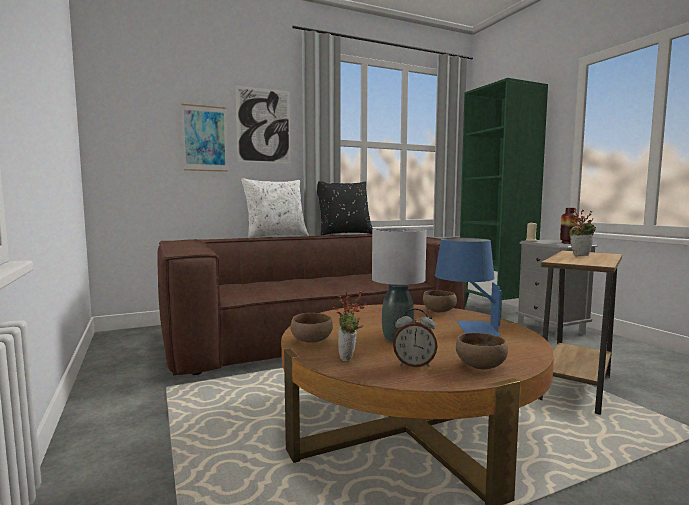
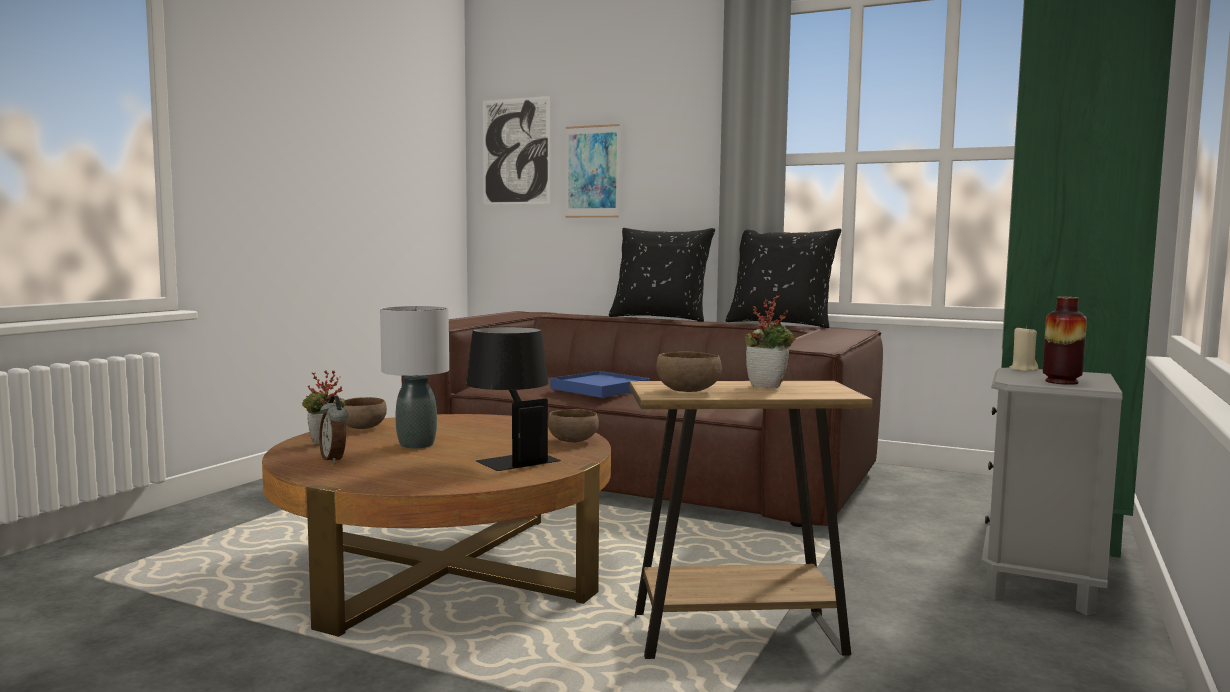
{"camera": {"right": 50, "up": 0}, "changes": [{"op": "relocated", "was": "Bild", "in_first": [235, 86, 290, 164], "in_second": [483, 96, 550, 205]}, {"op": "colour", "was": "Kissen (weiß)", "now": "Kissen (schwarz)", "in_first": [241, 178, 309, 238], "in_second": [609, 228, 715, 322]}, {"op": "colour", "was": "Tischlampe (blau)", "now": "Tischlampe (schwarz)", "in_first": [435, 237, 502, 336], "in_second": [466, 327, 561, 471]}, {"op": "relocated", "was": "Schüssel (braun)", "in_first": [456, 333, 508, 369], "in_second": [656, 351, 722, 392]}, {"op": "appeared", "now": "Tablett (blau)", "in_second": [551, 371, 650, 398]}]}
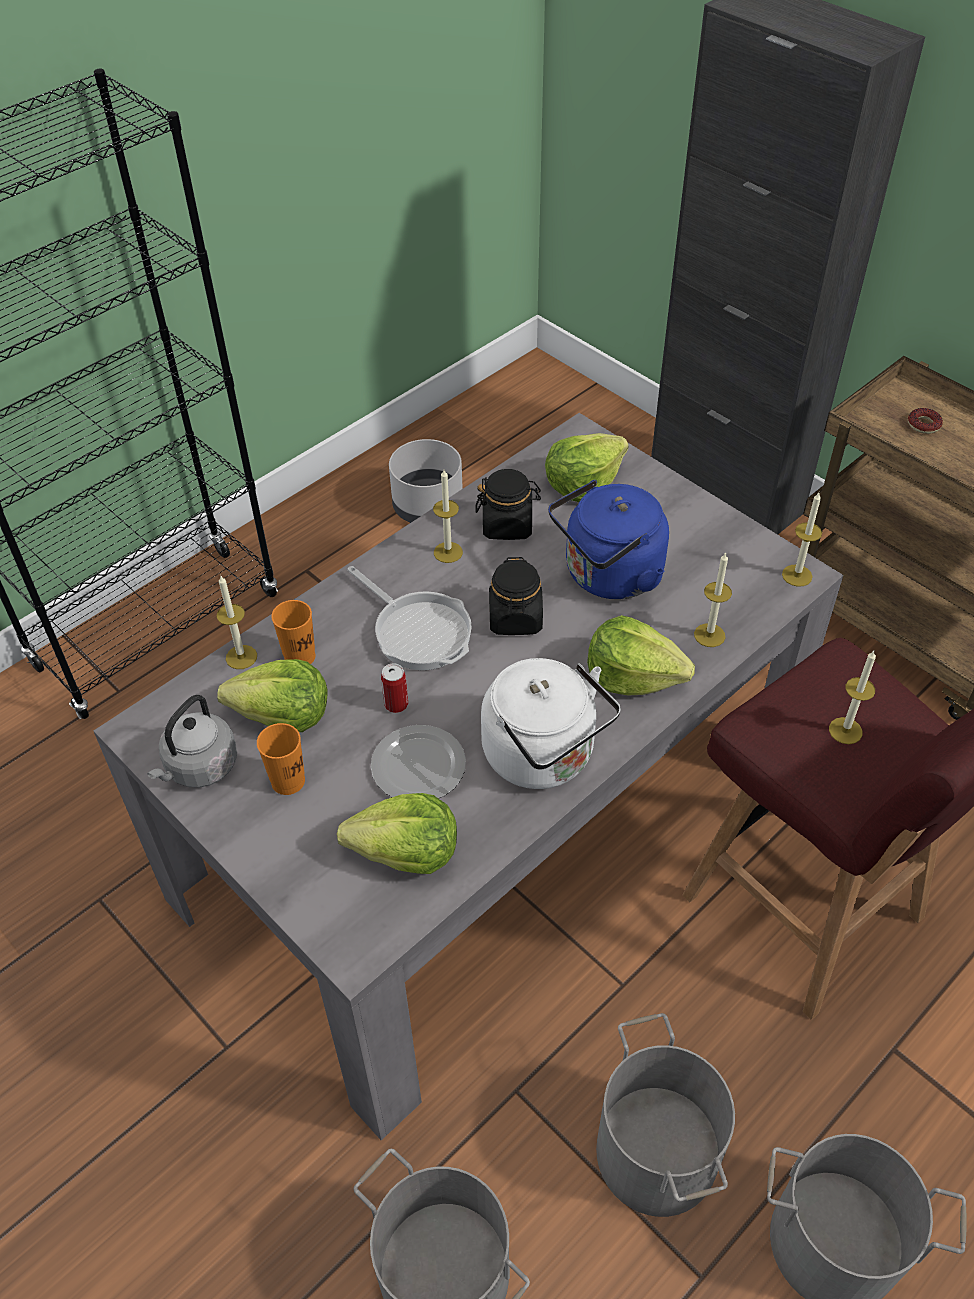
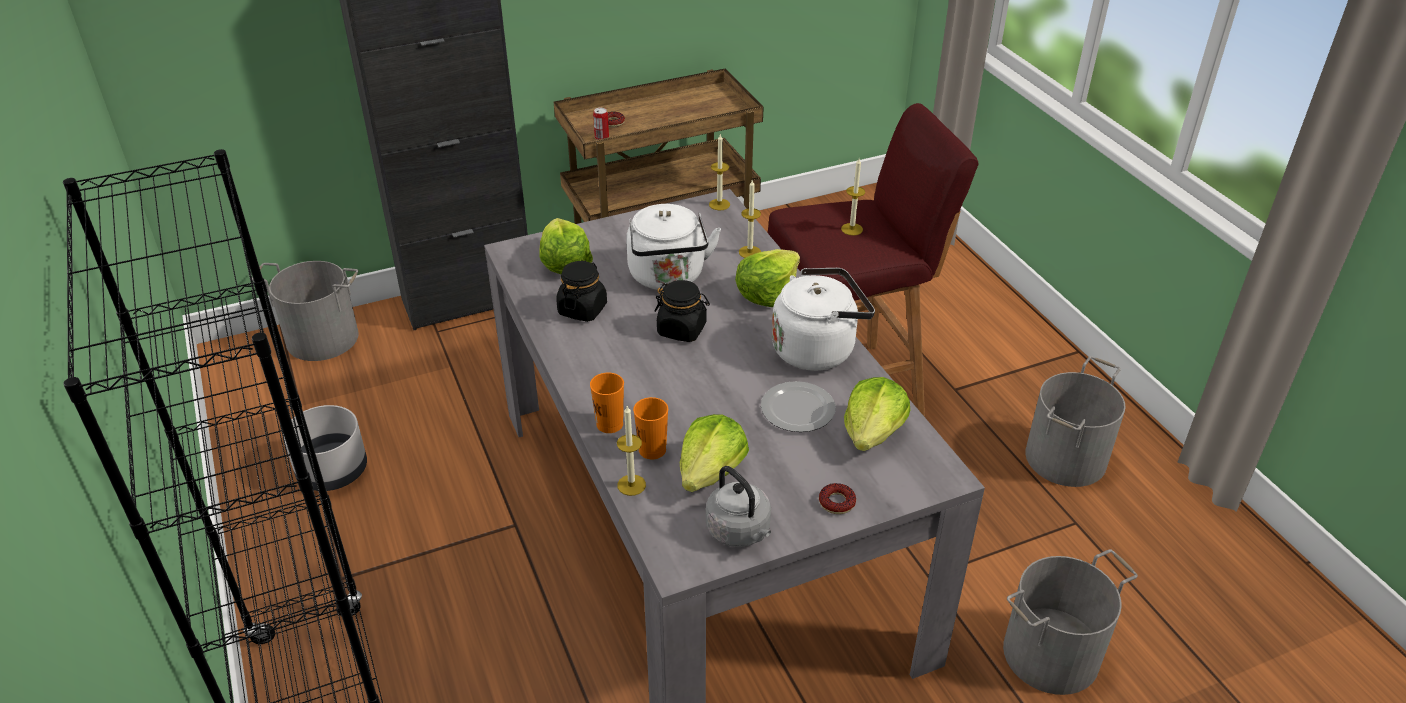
{"camera": {"right": -70, "up": -10}, "changes": [{"op": "relocated", "was": "Tasse (orange)", "in_first": [257, 723, 305, 795], "in_second": [590, 373, 624, 433]}, {"op": "missing", "was": "Pfanne", "in_first": [347, 566, 472, 670]}, {"op": "relocated", "was": "Dose", "in_first": [381, 663, 408, 713], "in_second": [593, 108, 609, 140]}, {"op": "missing", "was": "Kerze", "in_first": [433, 470, 463, 563]}, {"op": "colour", "was": "Wasserkessel (blau)", "now": "Wasserkessel (weiß)", "in_first": [548, 480, 669, 599], "in_second": [626, 204, 721, 290]}, {"op": "relocated", "was": "Eimer (grau)", "in_first": [596, 1013, 735, 1217], "in_second": [252, 261, 359, 361]}, {"op": "appeared", "now": "Donut", "in_second": [819, 483, 856, 514]}]}
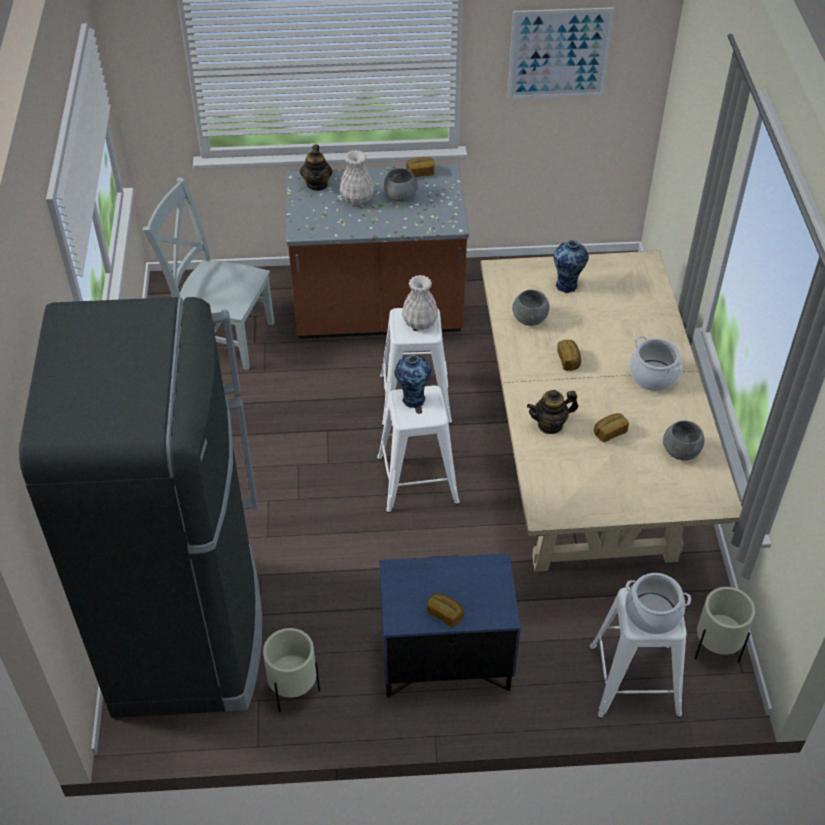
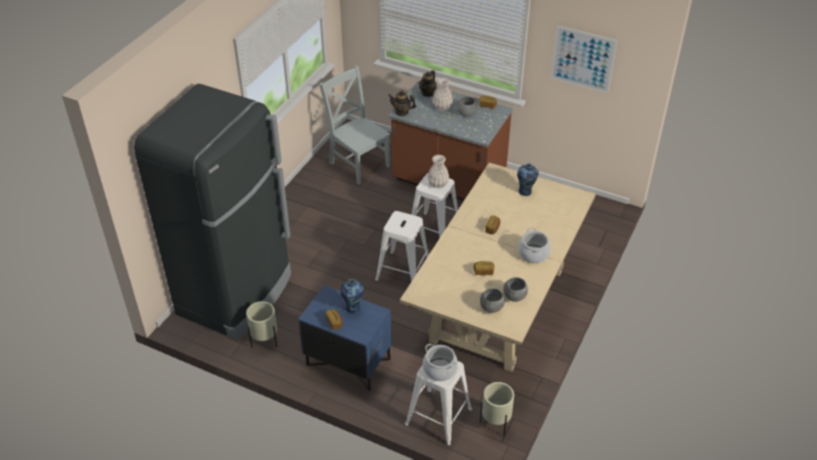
{"camera": {"right": 30, "up": -5}, "changes": [{"op": "relocated", "was": "Vase", "in_first": [394, 355, 431, 408], "in_second": [341, 279, 364, 313]}, {"op": "relocated", "was": "Schüssel (grau)", "in_first": [512, 290, 549, 326], "in_second": [480, 288, 505, 313]}, {"op": "relocated", "was": "Teekanne", "in_first": [527, 390, 578, 434], "in_second": [388, 90, 416, 116]}]}
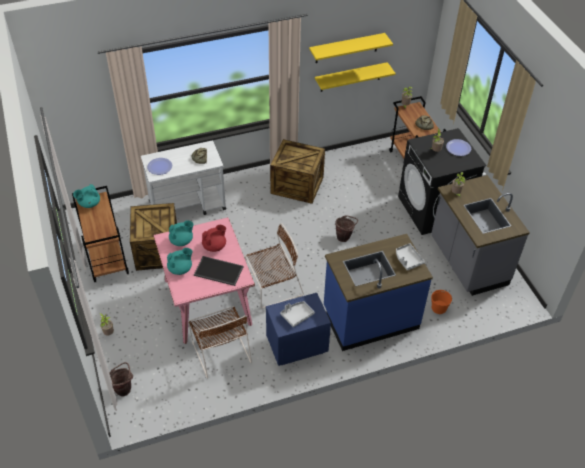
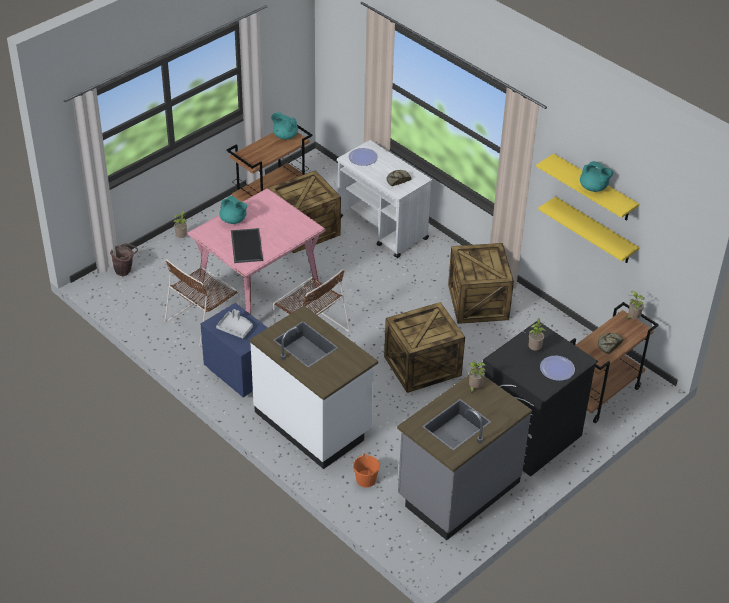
{"camera": {"right": 65, "up": -5}, "changes": [{"op": "relocated", "was": "Teekanne (türkis)", "in_first": [169, 220, 194, 246], "in_second": [580, 161, 613, 192]}, {"op": "missing", "was": "Teekanne (rot)", "in_first": [202, 225, 226, 252]}, {"op": "colour", "was": "Küchenzeile (blau)", "now": "Küchenzeile (weiß)", "in_first": [324, 234, 433, 351], "in_second": [250, 306, 378, 469]}, {"op": "exchanged", "was": "Eimer (braun)", "now": "Kiste", "in_first": [335, 215, 358, 242], "in_second": [384, 302, 465, 393]}, {"op": "missing", "was": "Tablett (grau)", "in_first": [396, 243, 425, 271]}]}
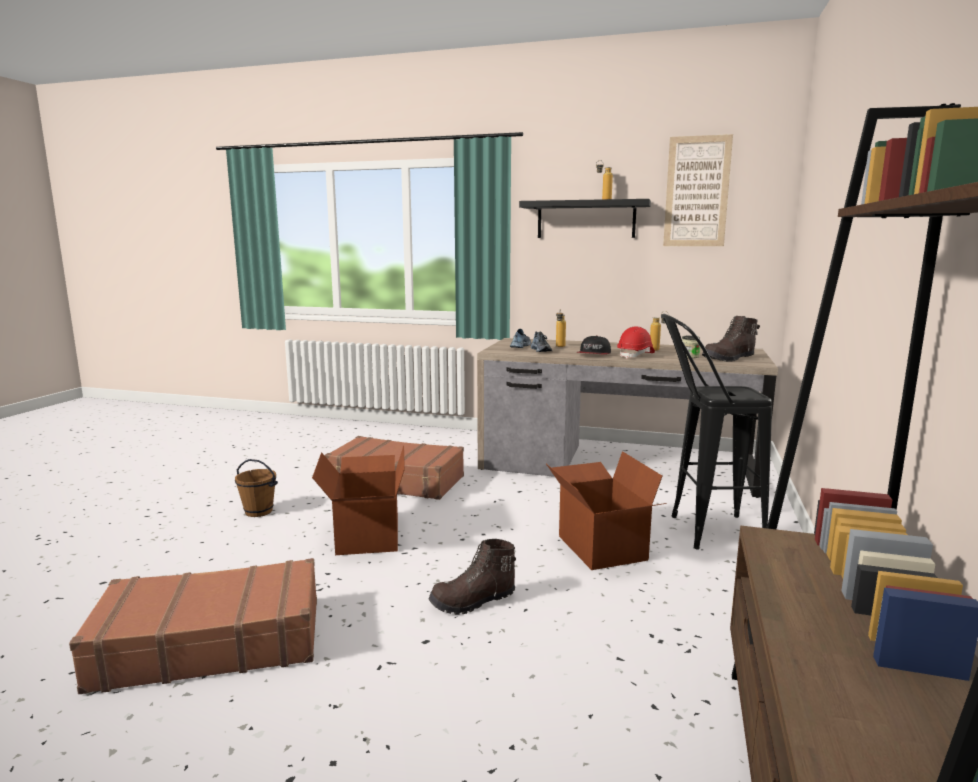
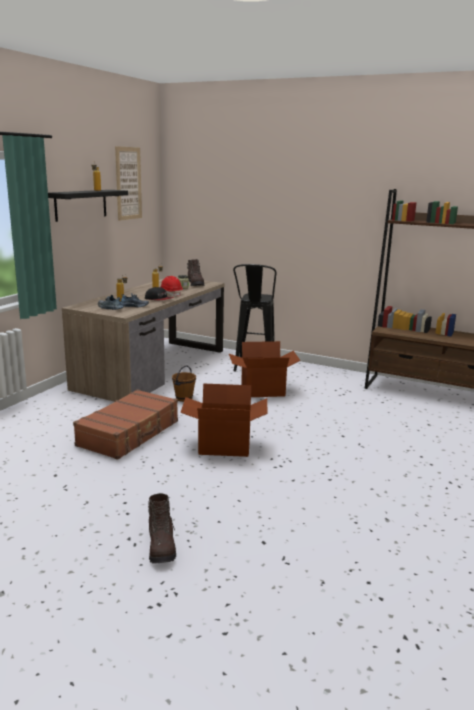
{"camera": {"right": -80, "up": 5}, "changes": [{"op": "missing", "was": "Koffer (braun)", "in_first": [69, 558, 317, 694]}, {"op": "relocated", "was": "Eimer (braun)", "in_first": [235, 459, 278, 517], "in_second": [172, 366, 196, 402]}, {"op": "relocated", "was": "Stiefel (braun)", "in_first": [429, 539, 516, 615], "in_second": [148, 493, 176, 564]}]}
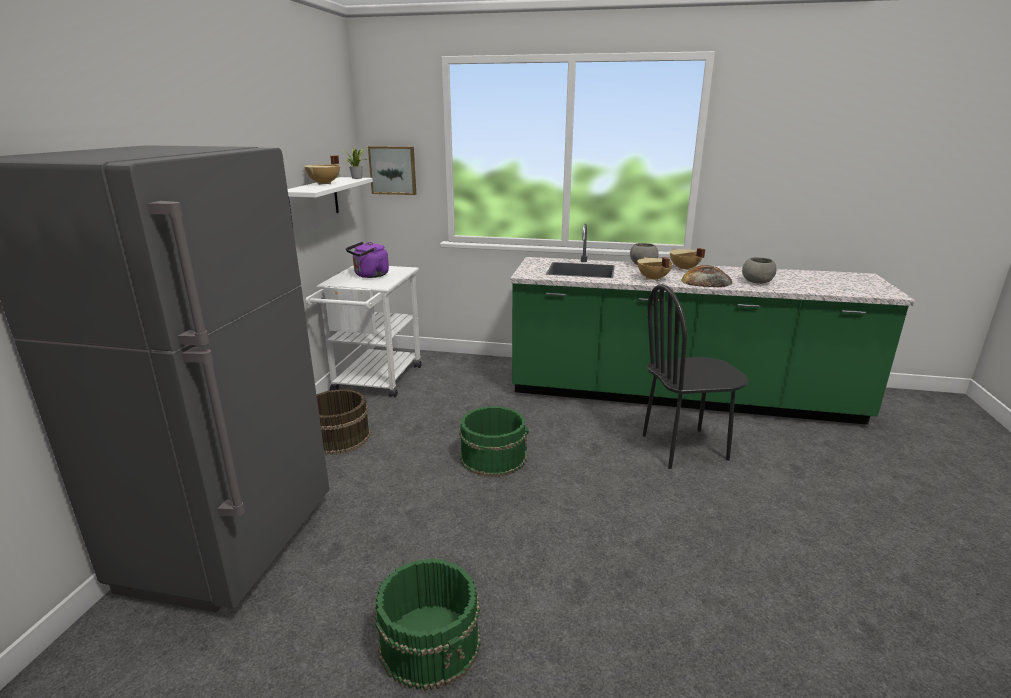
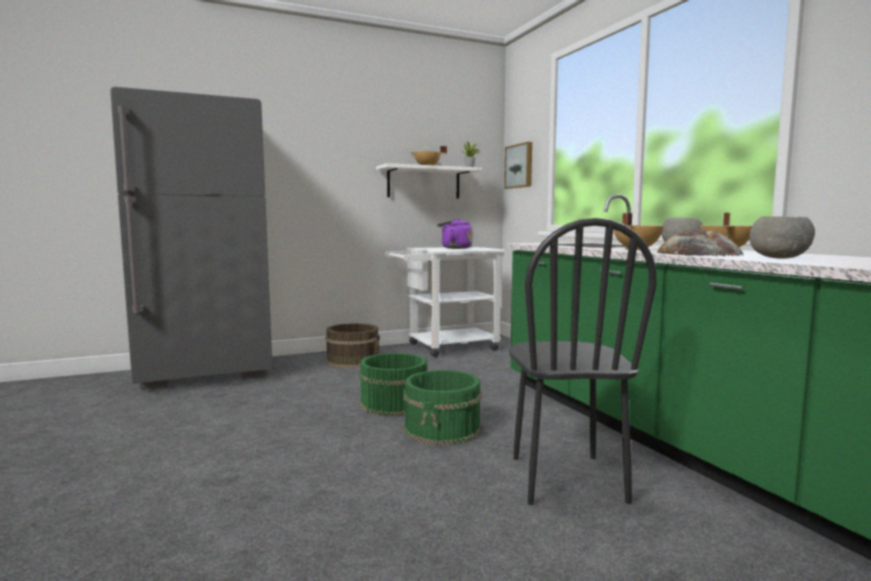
{"camera": {"right": 55, "up": -15}, "changes": [{"op": "relocated", "was": "Eimer (grün)", "in_first": [374, 558, 481, 691], "in_second": [403, 370, 482, 445]}, {"op": "spun", "was": "Stuhl (schwarz)", "in_first": [643, 284, 748, 469], "in_second": [509, 218, 657, 505], "clockwise": -135}]}
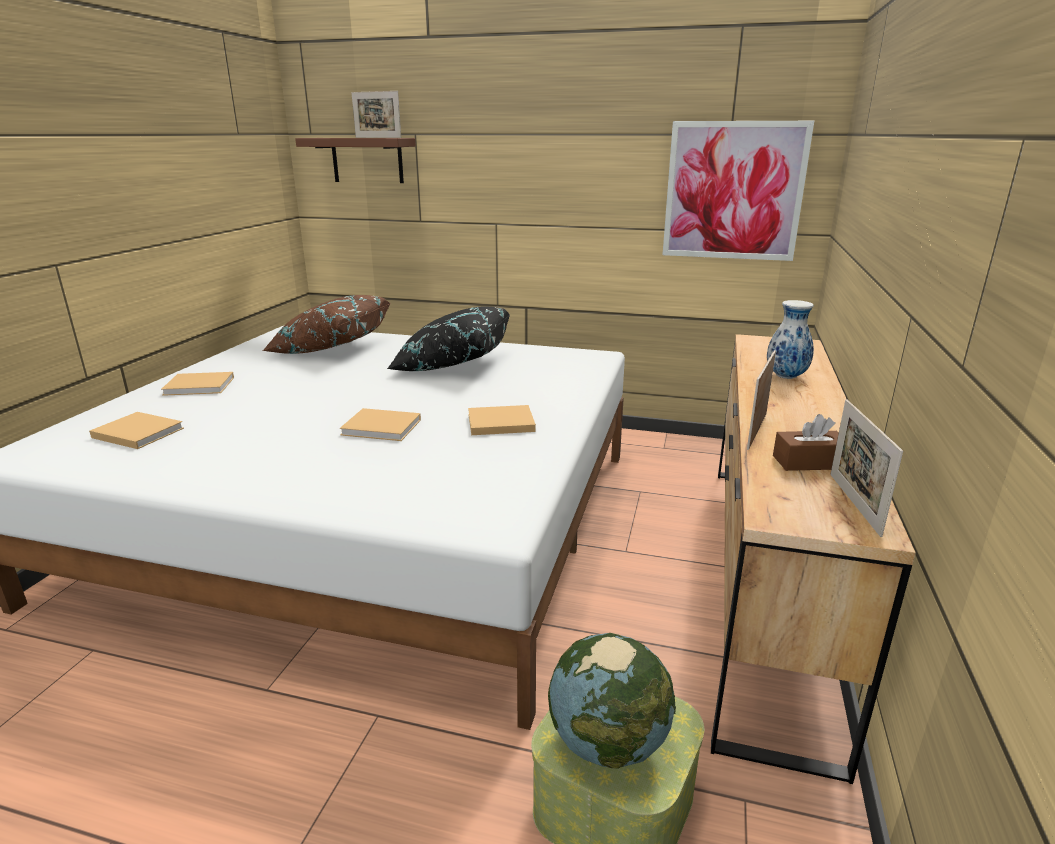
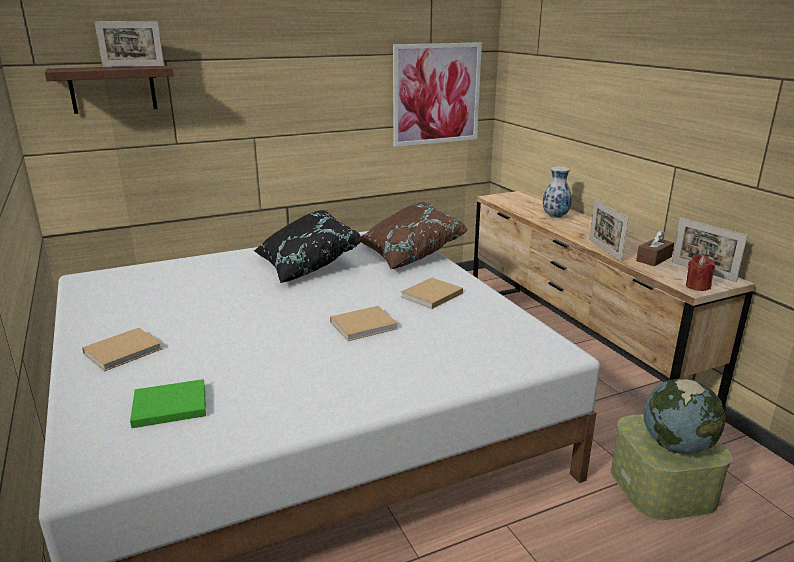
{"camera": {"right": -40, "up": 0}, "changes": [{"op": "colour", "was": "Buch (beige)", "now": "Buch (grün)", "in_first": [89, 412, 184, 449], "in_second": [130, 379, 206, 428]}, {"op": "relocated", "was": "Kissen (braun)", "in_first": [263, 295, 391, 354], "in_second": [361, 202, 468, 269]}, {"op": "appeared", "now": "Kerze (rot)", "in_second": [686, 254, 715, 291]}]}
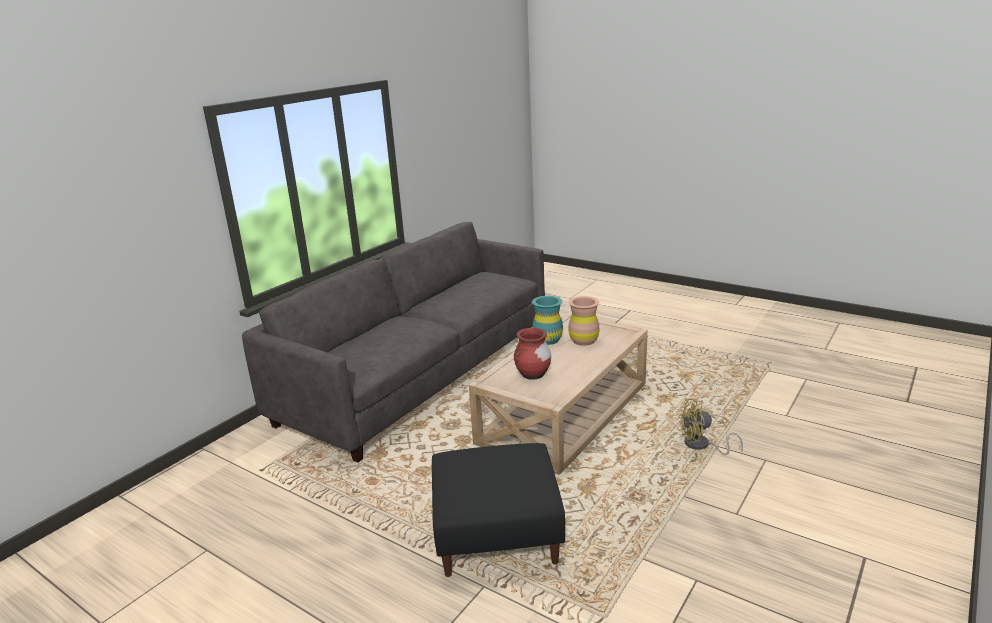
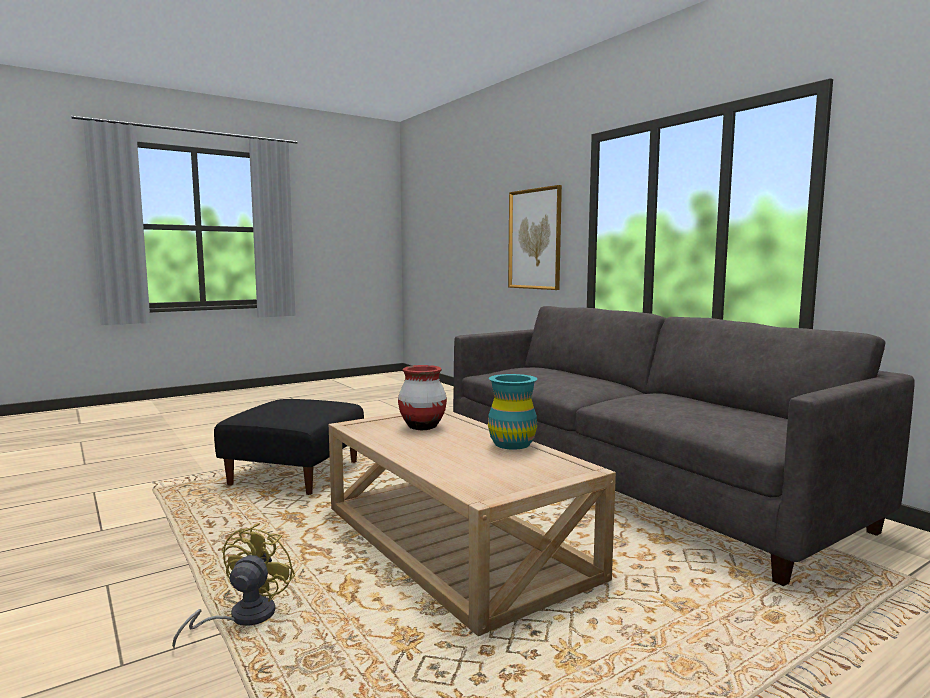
{"camera": {"right": 110, "up": -15}, "changes": [{"op": "missing", "was": "Vase (braun)", "in_first": [568, 296, 600, 346]}, {"op": "appeared", "now": "Bild", "in_second": [508, 185, 562, 290]}]}
